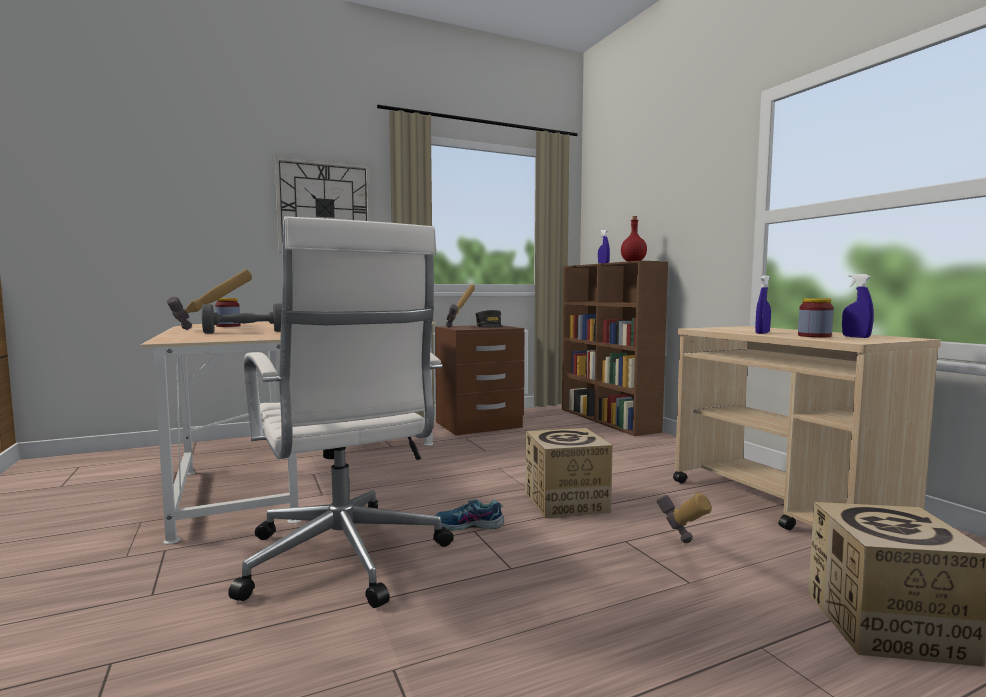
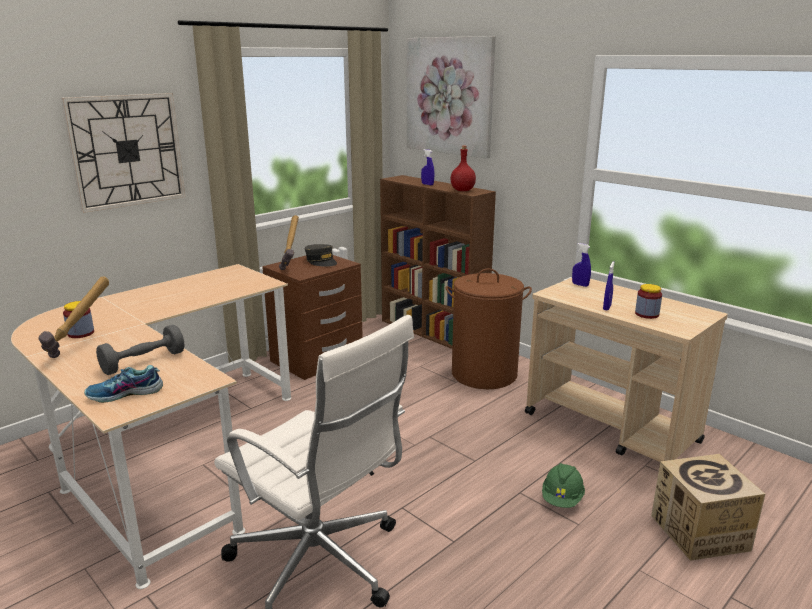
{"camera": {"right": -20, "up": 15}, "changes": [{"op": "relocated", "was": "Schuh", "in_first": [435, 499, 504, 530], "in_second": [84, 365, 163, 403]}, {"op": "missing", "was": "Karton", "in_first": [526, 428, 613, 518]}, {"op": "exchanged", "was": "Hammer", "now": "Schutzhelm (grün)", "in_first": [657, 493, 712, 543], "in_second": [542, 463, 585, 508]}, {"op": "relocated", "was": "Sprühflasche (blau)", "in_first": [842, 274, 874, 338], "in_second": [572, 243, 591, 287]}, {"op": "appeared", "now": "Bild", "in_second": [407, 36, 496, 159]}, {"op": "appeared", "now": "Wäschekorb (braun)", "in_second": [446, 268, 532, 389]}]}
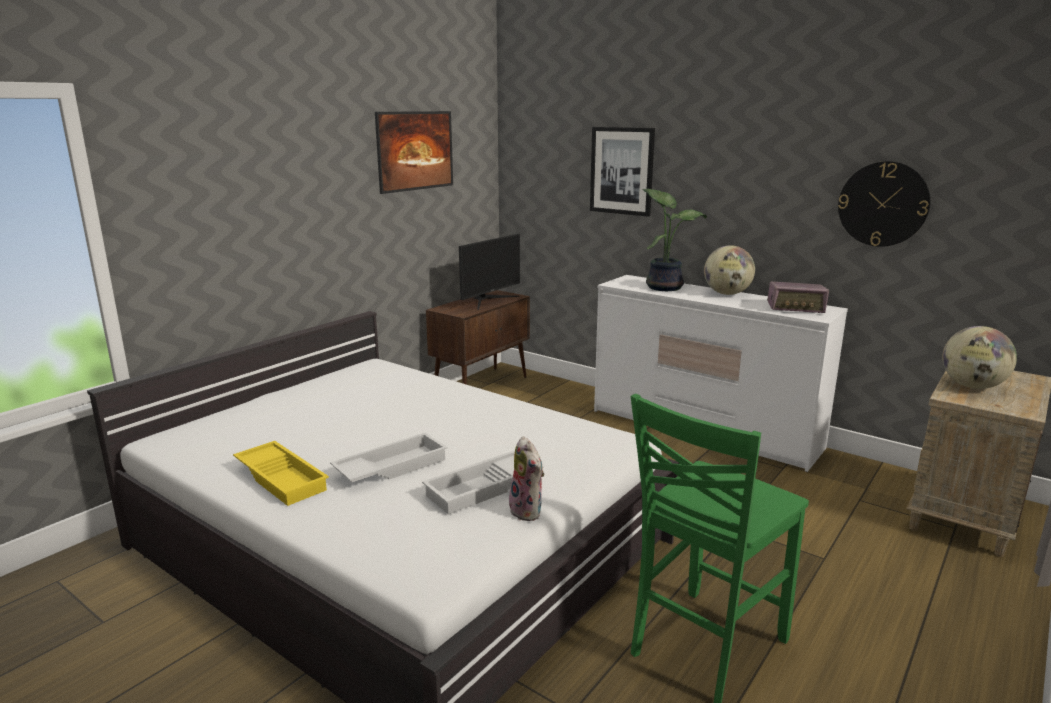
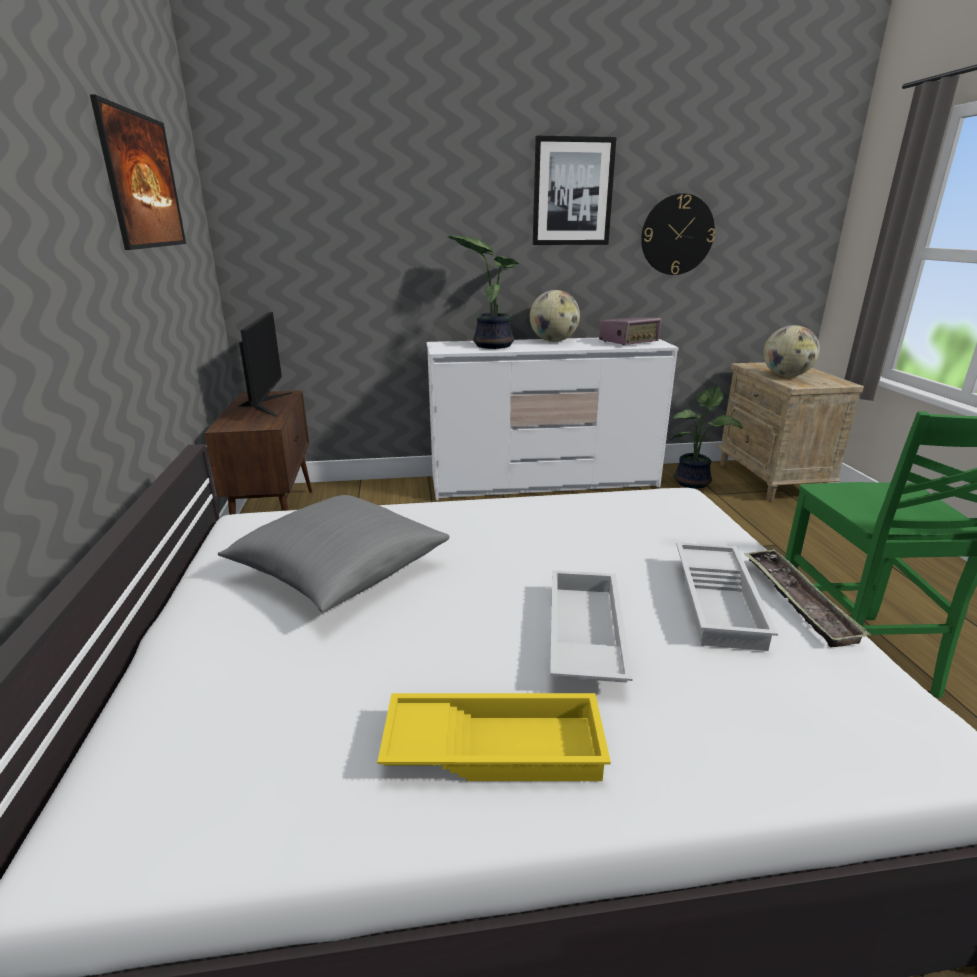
{"camera": {"right": -45, "up": 5}, "changes": [{"op": "exchanged", "was": "Plüschtier", "now": "Tablett", "in_first": [509, 436, 544, 521], "in_second": [744, 549, 871, 647]}, {"op": "relocated", "was": "Bild", "in_first": [590, 127, 655, 217], "in_second": [533, 136, 617, 245]}, {"op": "appeared", "now": "Kissen (grau)", "in_second": [218, 495, 450, 613]}, {"op": "appeared", "now": "Topfpflanze", "in_second": [669, 386, 743, 489]}]}
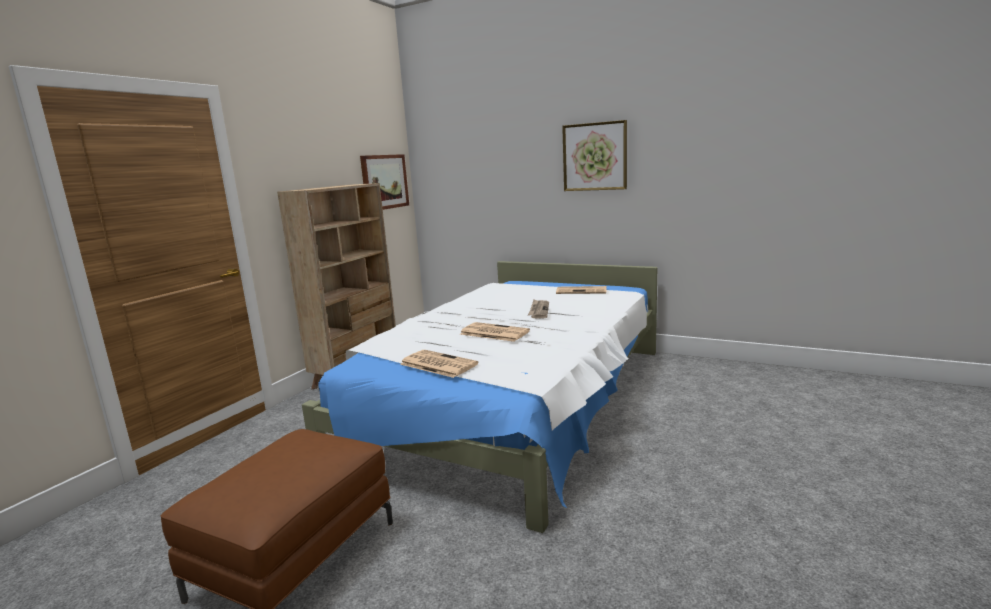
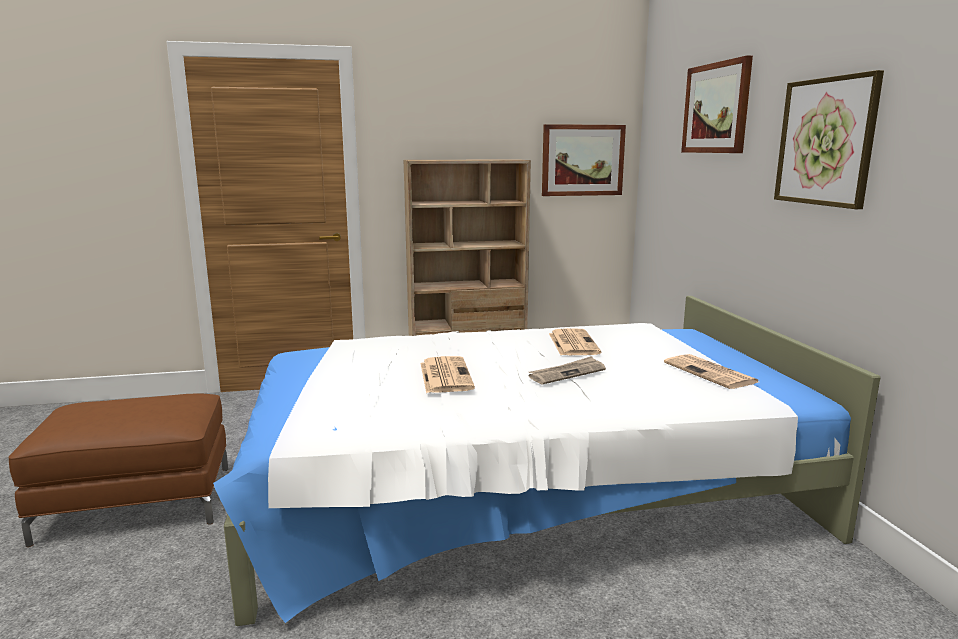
{"camera": {"right": 50, "up": 0}, "changes": [{"op": "relocated", "was": "Zeitung", "in_first": [400, 350, 478, 378], "in_second": [549, 328, 601, 355]}, {"op": "appeared", "now": "Bild", "in_second": [681, 55, 753, 153]}]}
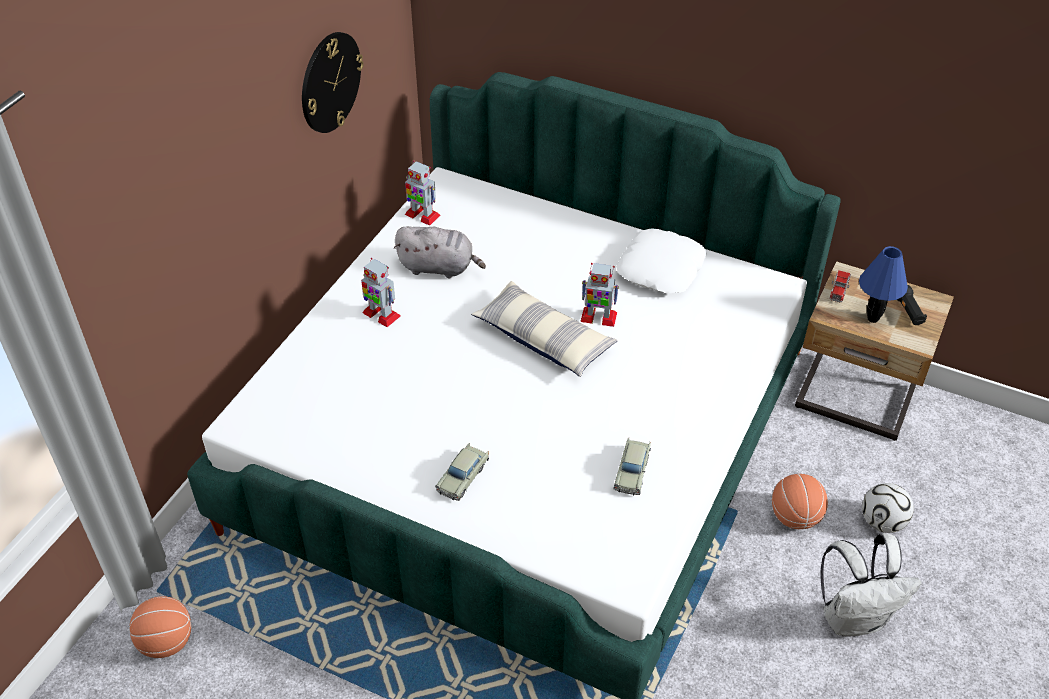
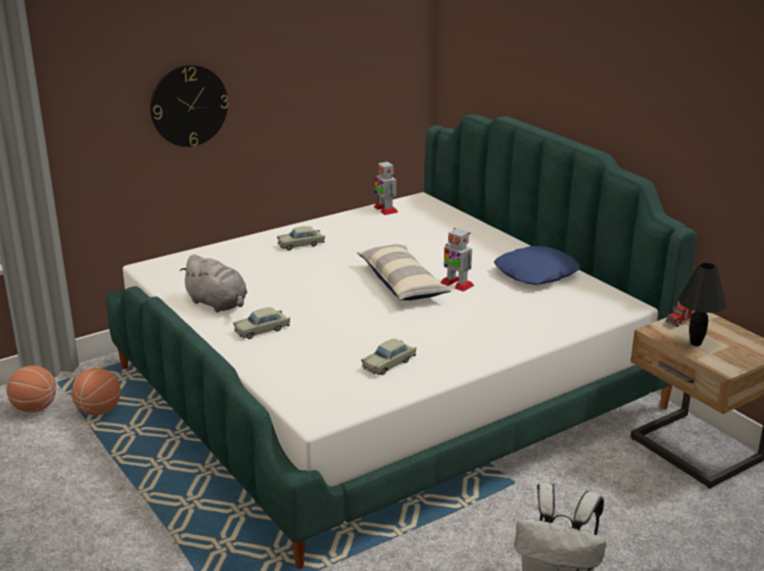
{"camera": {"right": 30, "up": -20}, "changes": [{"op": "relocated", "was": "Wanduhr", "in_first": [302, 32, 364, 133], "in_second": [150, 65, 229, 147]}, {"op": "exchanged", "was": "Spielzeugroboter", "now": "Spielzeugauto (beige)", "in_first": [361, 258, 401, 327], "in_second": [277, 226, 325, 250]}, {"op": "relocated", "was": "Plüschtier (grau)", "in_first": [394, 226, 486, 278], "in_second": [179, 254, 248, 312]}, {"op": "colour", "was": "Kissen (weiß)", "now": "Kissen (blau)", "in_first": [616, 228, 707, 293], "in_second": [494, 246, 580, 285]}, {"op": "relocated", "was": "Basketball", "in_first": [772, 474, 828, 529], "in_second": [72, 368, 121, 415]}, {"op": "colour", "was": "Tischlampe (blau)", "now": "Tischlampe (schwarz)", "in_first": [859, 246, 908, 323], "in_second": [678, 262, 726, 346]}, {"op": "missing", "was": "Fußball", "in_first": [862, 483, 914, 533]}, {"op": "missing", "was": "Taschenlampe (schwarz)", "in_first": [897, 285, 927, 325]}]}
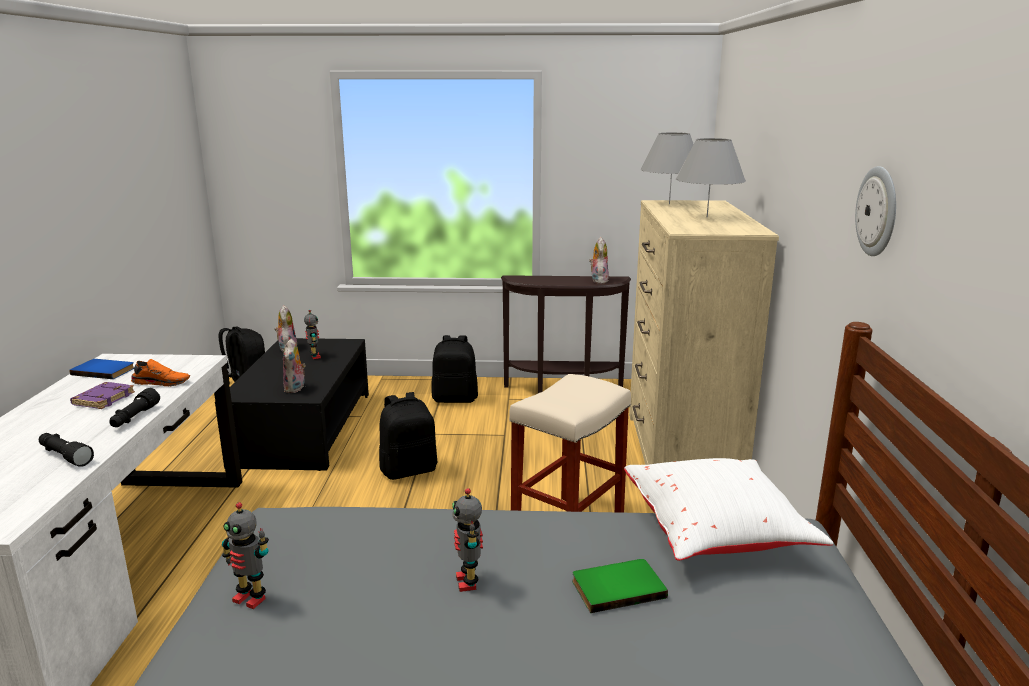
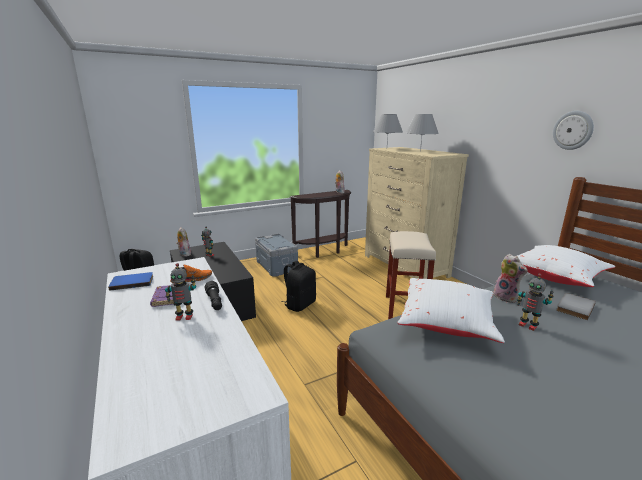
{"camera": {"right": -30, "up": 0}, "changes": [{"op": "missing", "was": "Taschenlampe (schwarz)", "in_first": [39, 433, 94, 467]}, {"op": "relocated", "was": "Spielzeugroboter", "in_first": [222, 502, 269, 609], "in_second": [165, 263, 196, 321]}, {"op": "relocated", "was": "Plüschtier", "in_first": [283, 339, 306, 393], "in_second": [493, 254, 528, 303]}, {"op": "exchanged", "was": "Rucksack (schwarz)", "now": "Aufbewahrungsbox (grau)", "in_first": [431, 335, 478, 403], "in_second": [255, 234, 298, 277]}, {"op": "colour", "was": "Buch (grün)", "now": "Buch (grau)", "in_first": [572, 559, 668, 613], "in_second": [556, 293, 596, 320]}, {"op": "appeared", "now": "Kissen (weiß)", "in_second": [397, 278, 505, 343]}]}
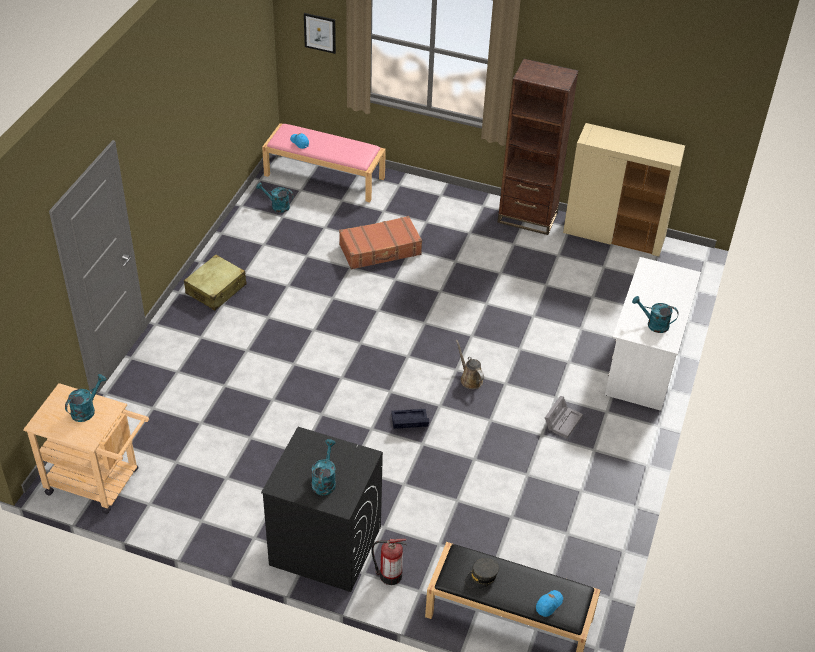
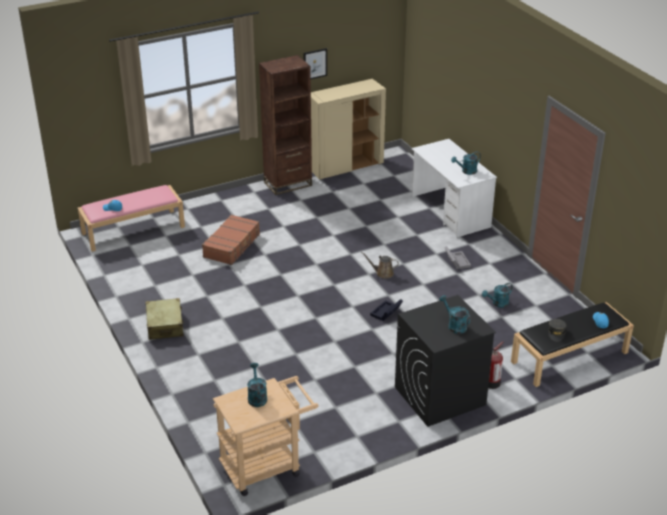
{"camera": {"right": -45, "up": -10}, "changes": [{"op": "relocated", "was": "Gießkanne (türkis)", "in_first": [256, 182, 294, 212], "in_second": [482, 283, 513, 308]}, {"op": "relocated", "was": "Bild", "in_first": [304, 13, 336, 54], "in_second": [303, 48, 327, 79]}]}
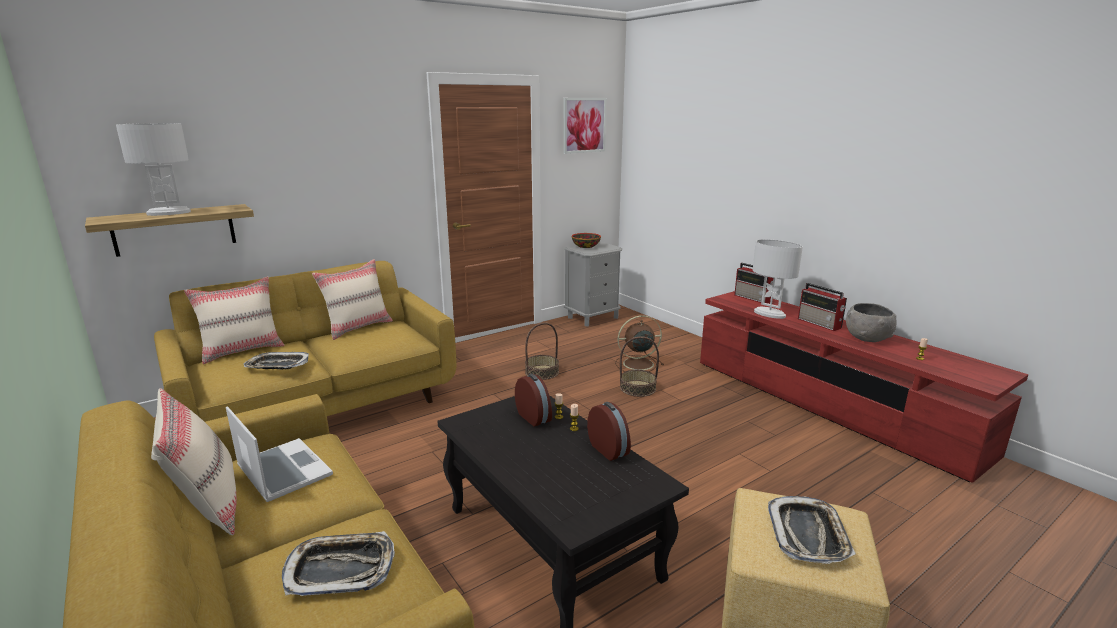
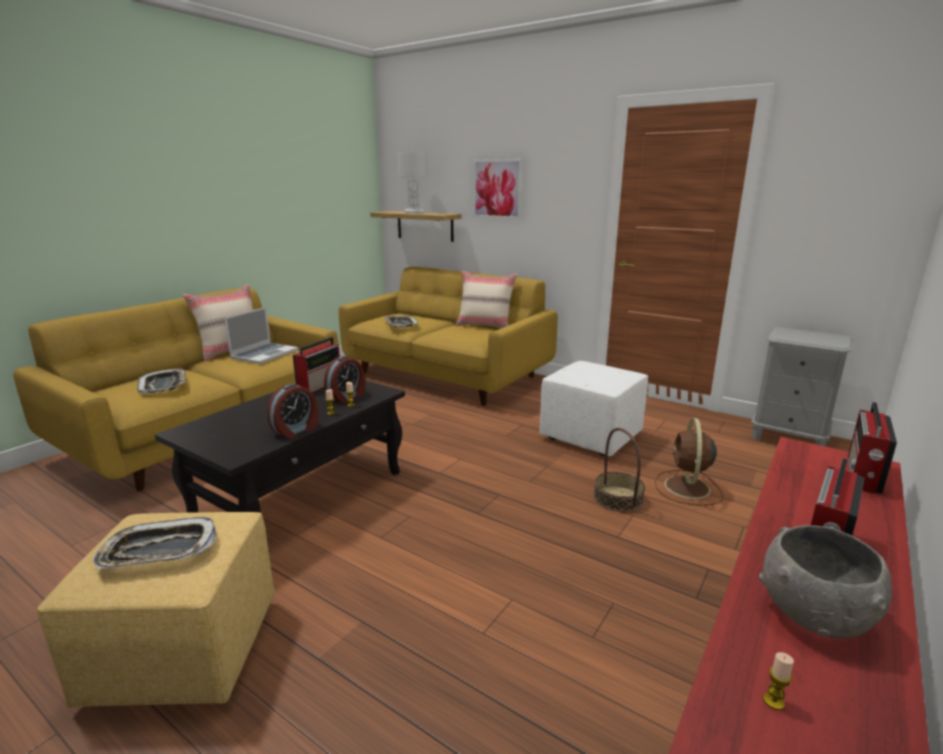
{"camera": {"right": 70, "up": 0}, "changes": [{"op": "missing", "was": "Kissen (beige)", "in_first": [184, 276, 285, 364]}, {"op": "exchanged", "was": "Korb", "now": "Polsterhocker (weiß)", "in_first": [525, 323, 559, 380], "in_second": [540, 361, 648, 456]}, {"op": "relocated", "was": "Bild", "in_first": [563, 98, 606, 154], "in_second": [473, 159, 523, 219]}, {"op": "missing", "was": "Schüssel", "in_first": [572, 233, 601, 248]}, {"op": "spun", "was": "Ventilator (braun)", "in_first": [615, 315, 664, 372], "in_second": [655, 418, 723, 506], "clockwise": -135}, {"op": "missing", "was": "Tischlampe (weiß)", "in_first": [753, 239, 803, 319]}, {"op": "appeared", "now": "Radio", "in_second": [293, 337, 340, 392]}]}
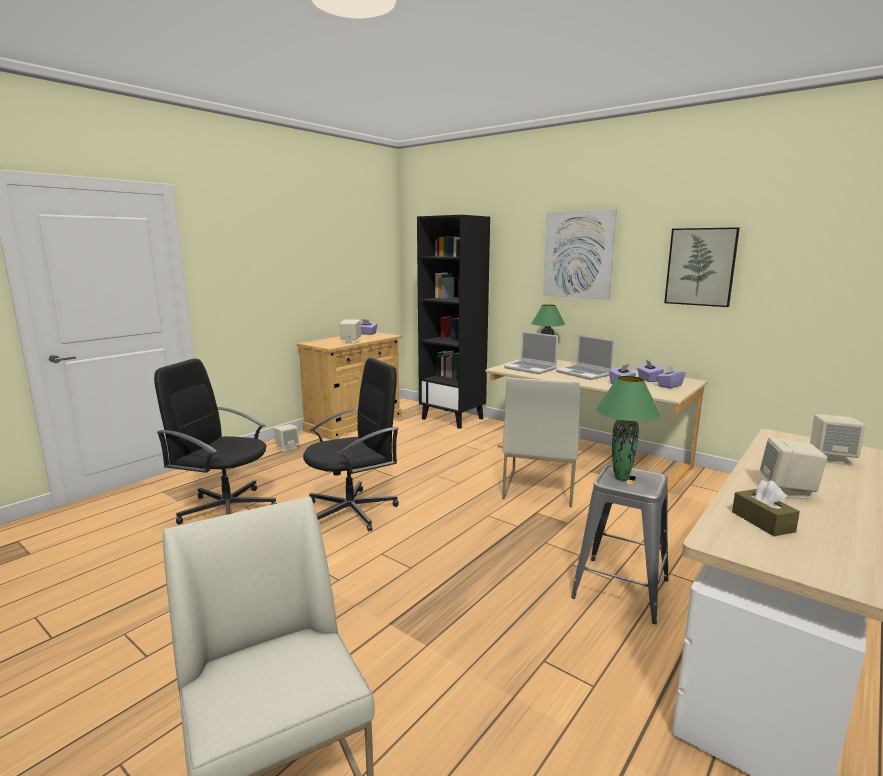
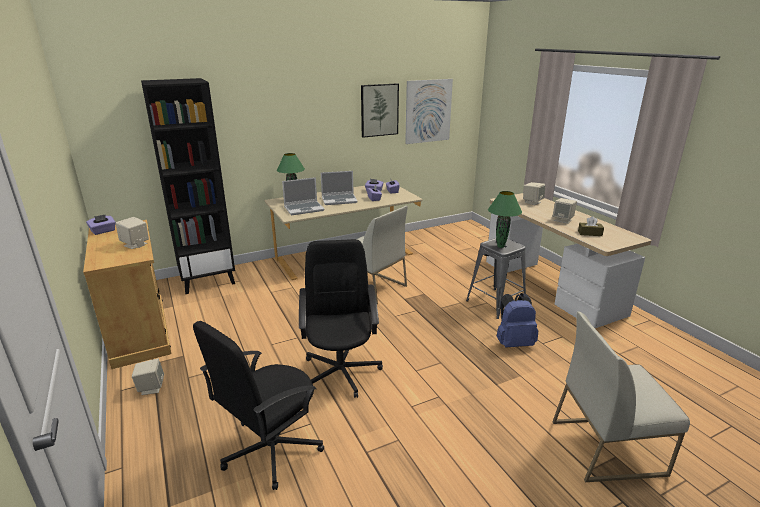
{"camera": {"right": -65, "up": 10}, "changes": [{"op": "relocated", "was": "Bild", "in_first": [543, 210, 617, 300], "in_second": [405, 79, 453, 144]}, {"op": "appeared", "now": "Rucksack (blau)", "in_second": [497, 293, 538, 348]}]}
